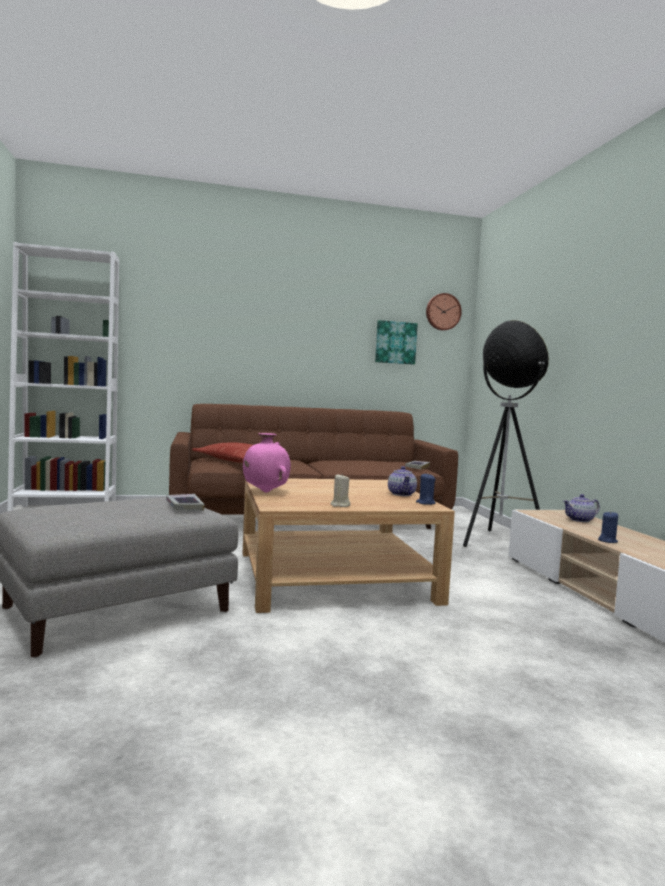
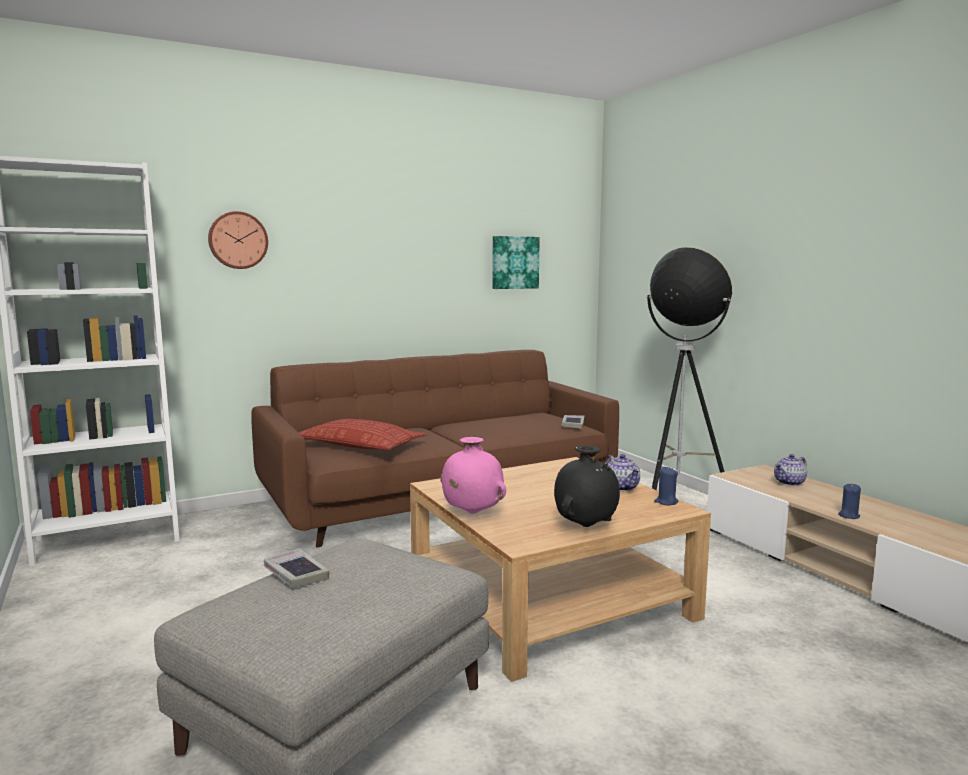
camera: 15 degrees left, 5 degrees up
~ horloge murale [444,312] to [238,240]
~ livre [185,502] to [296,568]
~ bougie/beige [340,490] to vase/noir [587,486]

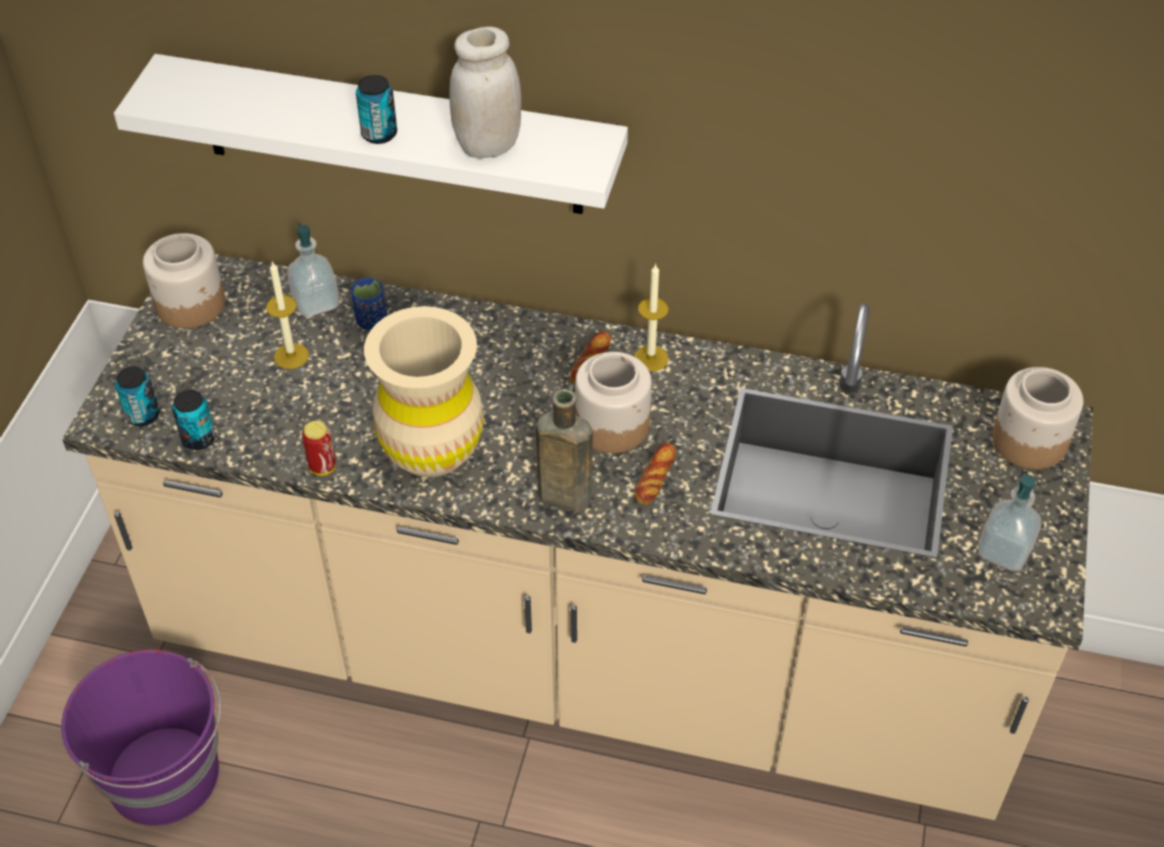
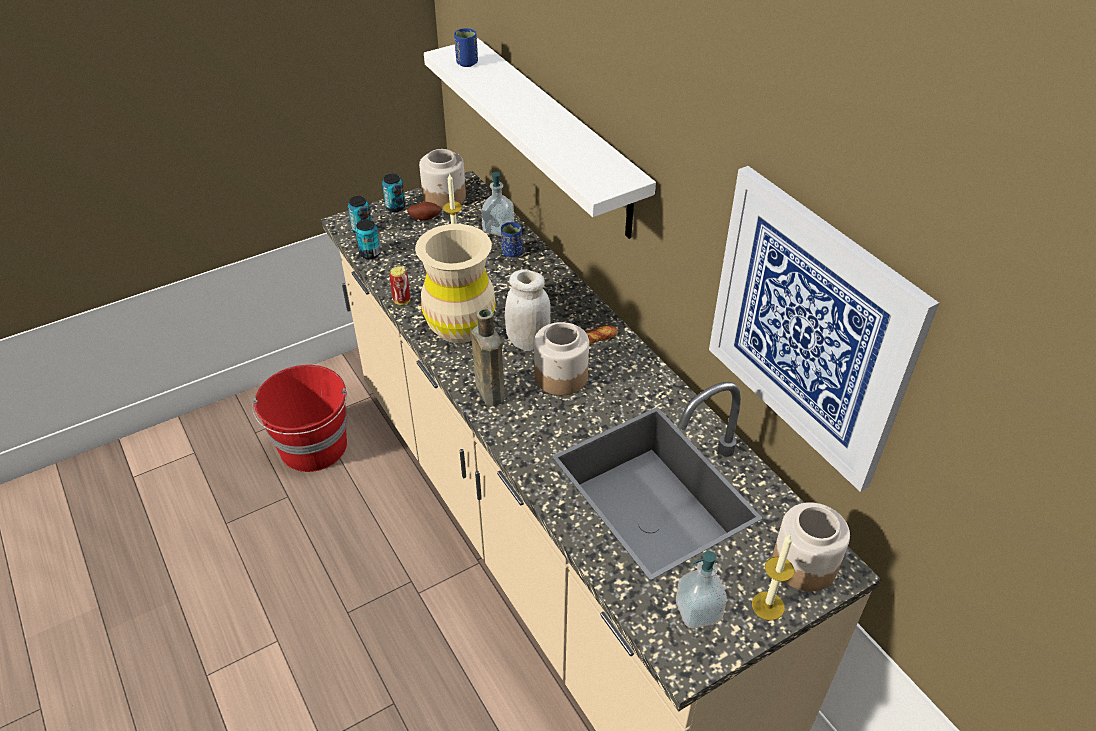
camera: 45 degrees right, 5 degrees down
~ seau/violet [141,737] to seau/rouge [299,418]
~ boîte métallique [376,109] to [394,193]
+ pomme de terre [424,211]
+ tasse/bleu [466,47]
~ bocal/blanc [485,92] to [528,310]
+ tableau [824,329]
~ bougie [651,317] to [773,578]
- pain [655,474]

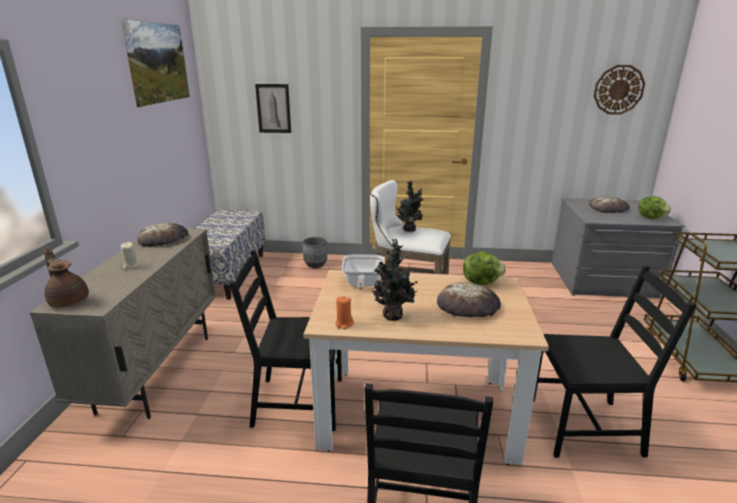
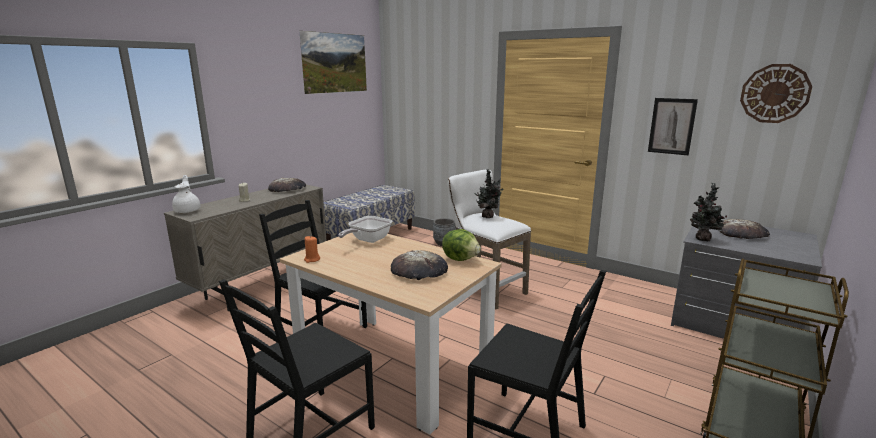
camera: 30 degrees right, 5 degrees down
~ théière/marron [66,277] to théière/blanc [186,194]
~ tableau [273,108] to [673,126]
~ plante en pot [394,280] to [708,212]
- laitue [654,207]

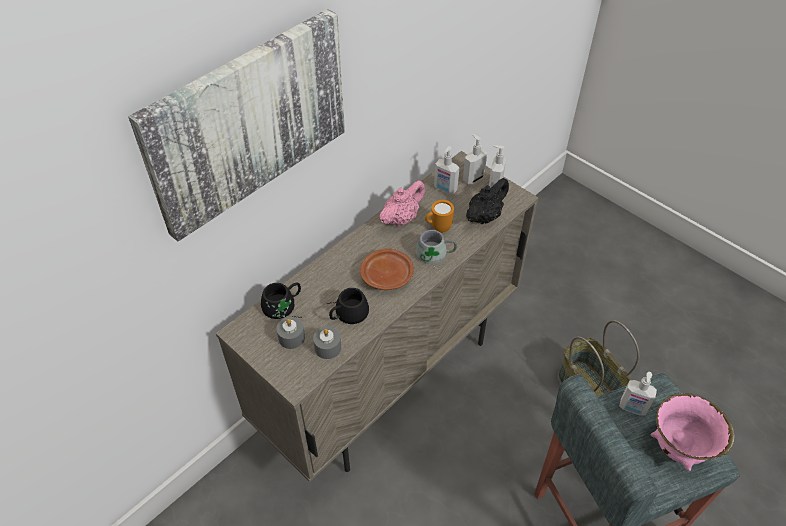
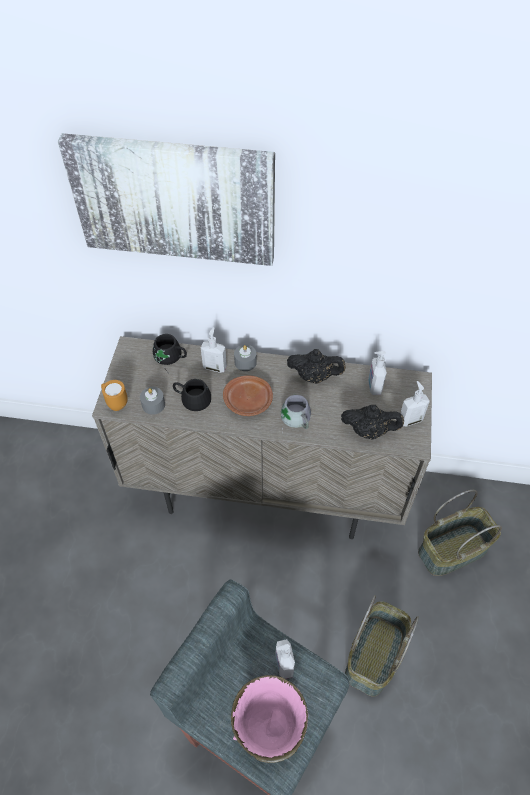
camera: 55 degrees right, 5 degrees up
~ mug/orange [439,216] to [114,395]
~ distributeur de savon [475,159] to [214,350]
~ bougie/gris [290,333] to [245,358]
~ théière/rose [402,203] to théière/noir [316,366]
+ panier [460,533]

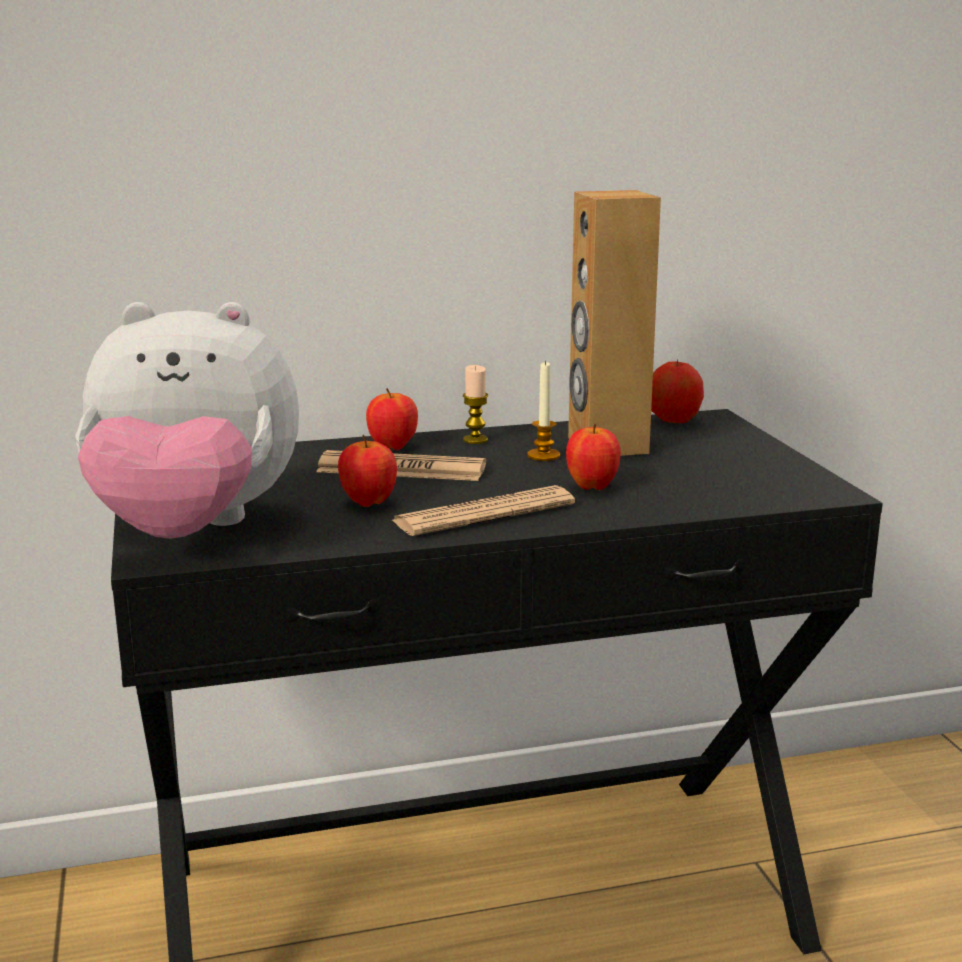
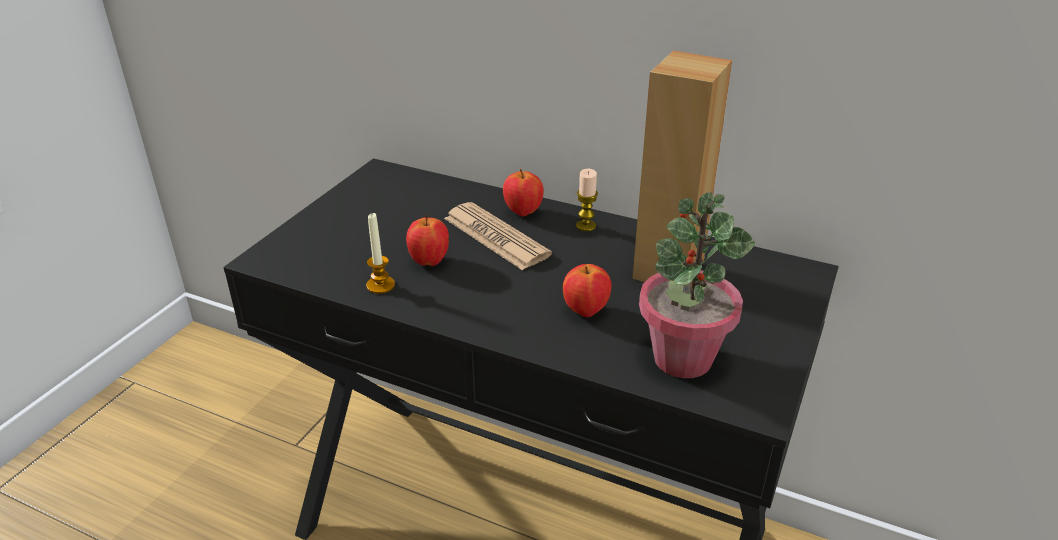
camera: 40 degrees right, 15 degrees up
~ bougie [543,410] to [380,253]
+ plante en pot [697,285]
- peluche [187,420]
- journal [483,510]
- pomme [677,391]

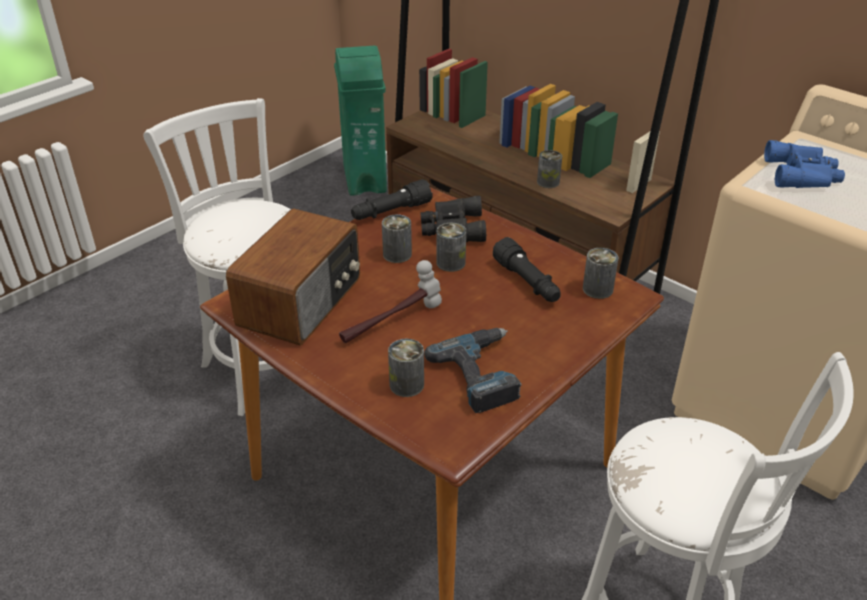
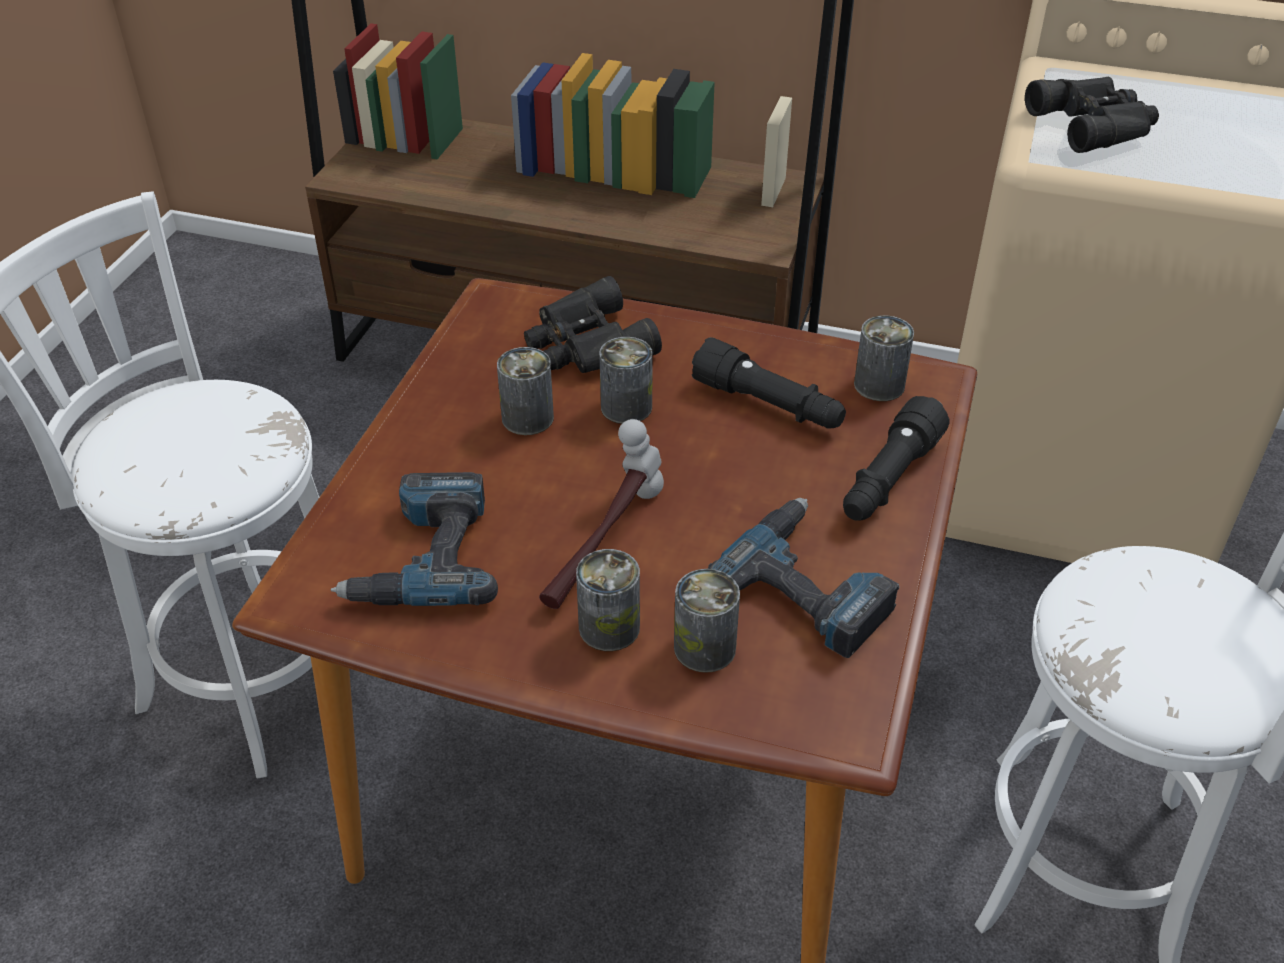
camera: 25 degrees left, 5 degrees up
~ radio [293,277] to perceuse [414,539]
~ boîte métallique [549,169] to [608,600]
~ lampe de poche/noir [392,199] to [896,458]
~ jumelles/bleu [804,164] to jumelles/noir [1092,115]
- poubelle/vert [360,121]

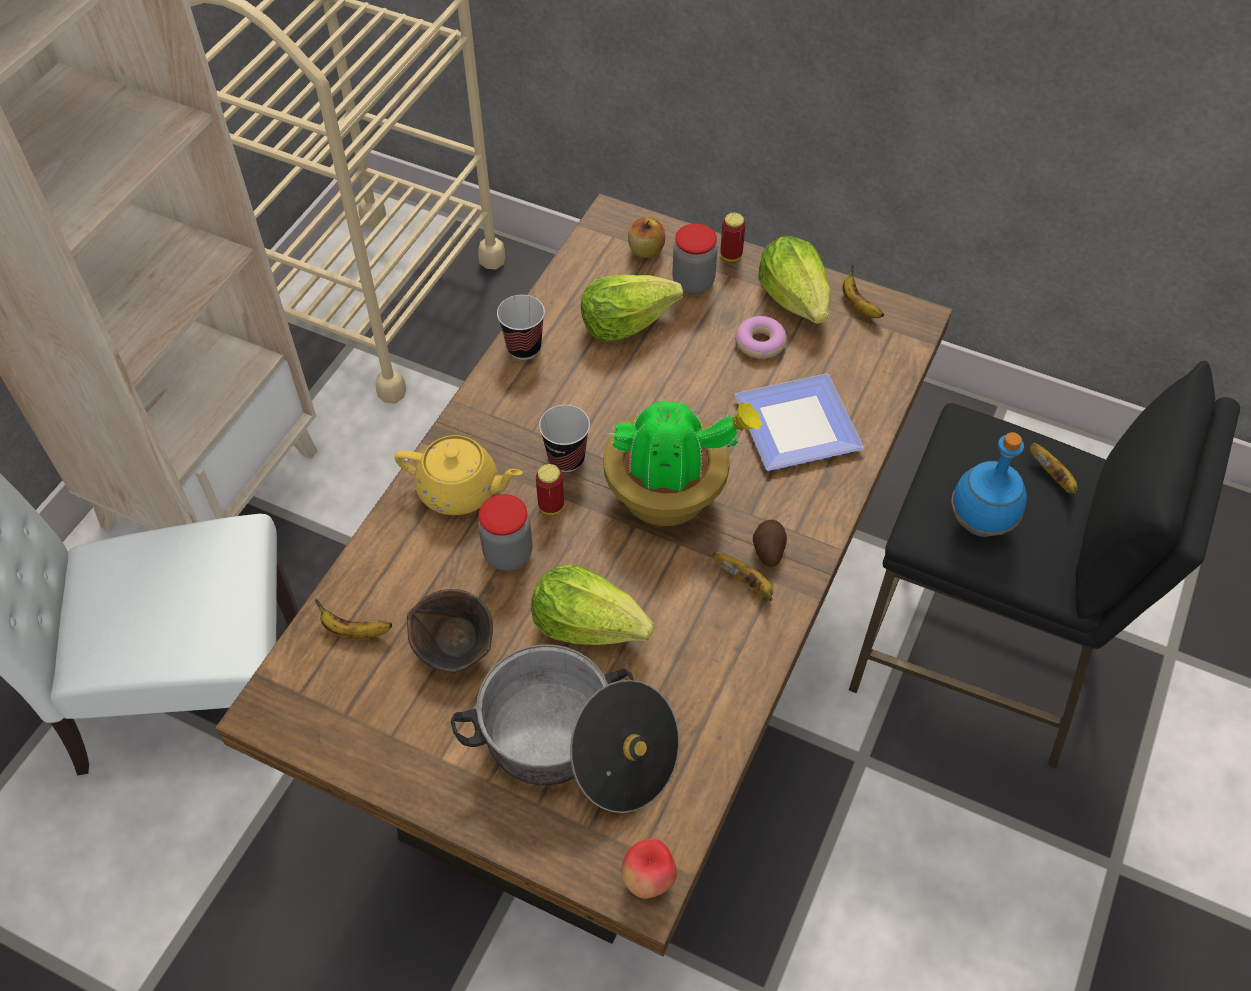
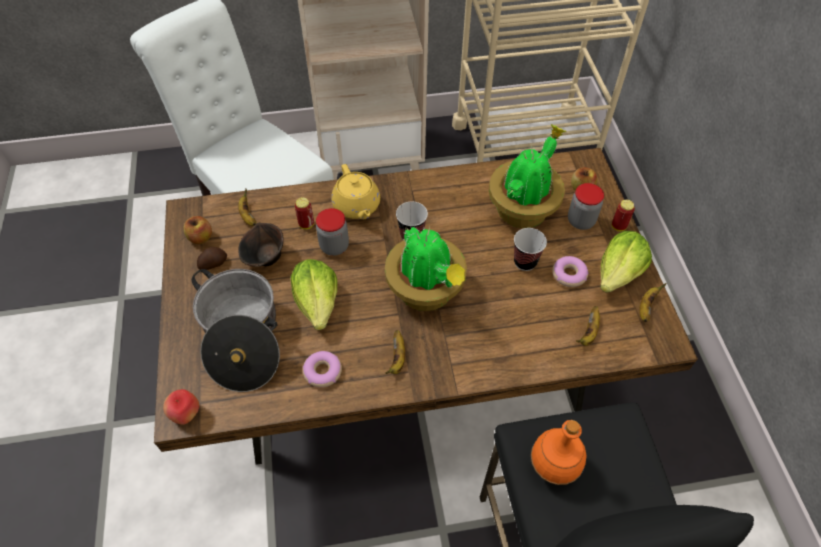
camera: 55 degrees right, 0 degrees up
+ pomme [197,230]
~ pomme de terre [770,543] to [212,258]
~ boîte métallique [550,489] to [304,213]
+ beignet [322,369]
~ laitue [632,308] to plante en pot [528,176]
~ tasse [521,327] to [530,249]
~ bouteille/bleu [989,484] to bouteille/orange [559,452]
~ banane [1053,469] to [588,326]
- assiette [799,422]

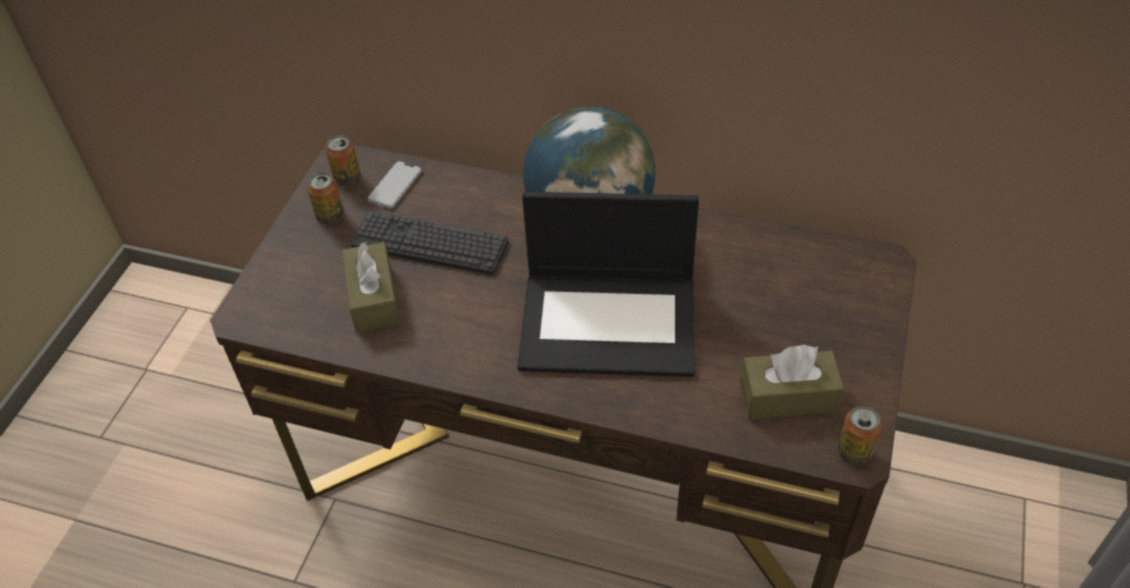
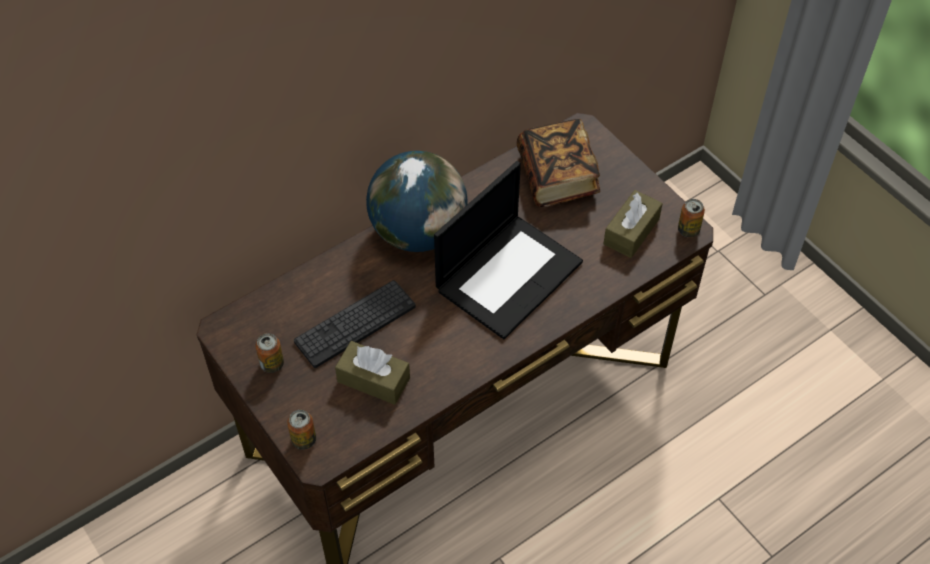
camera: 55 degrees left, 5 degrees up
~ boîte métallique [343,160] to [301,430]
+ livre [558,163]
- téléphone [394,185]

